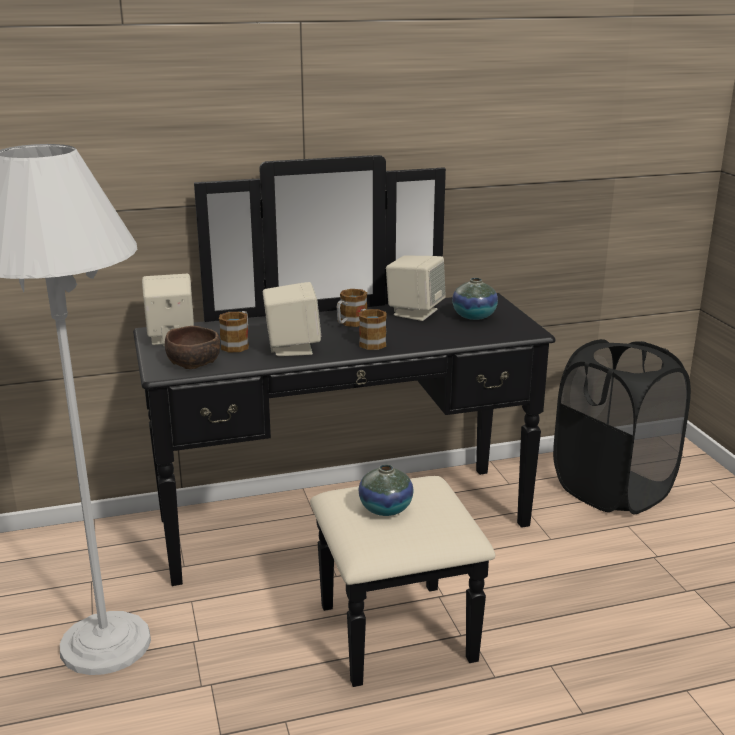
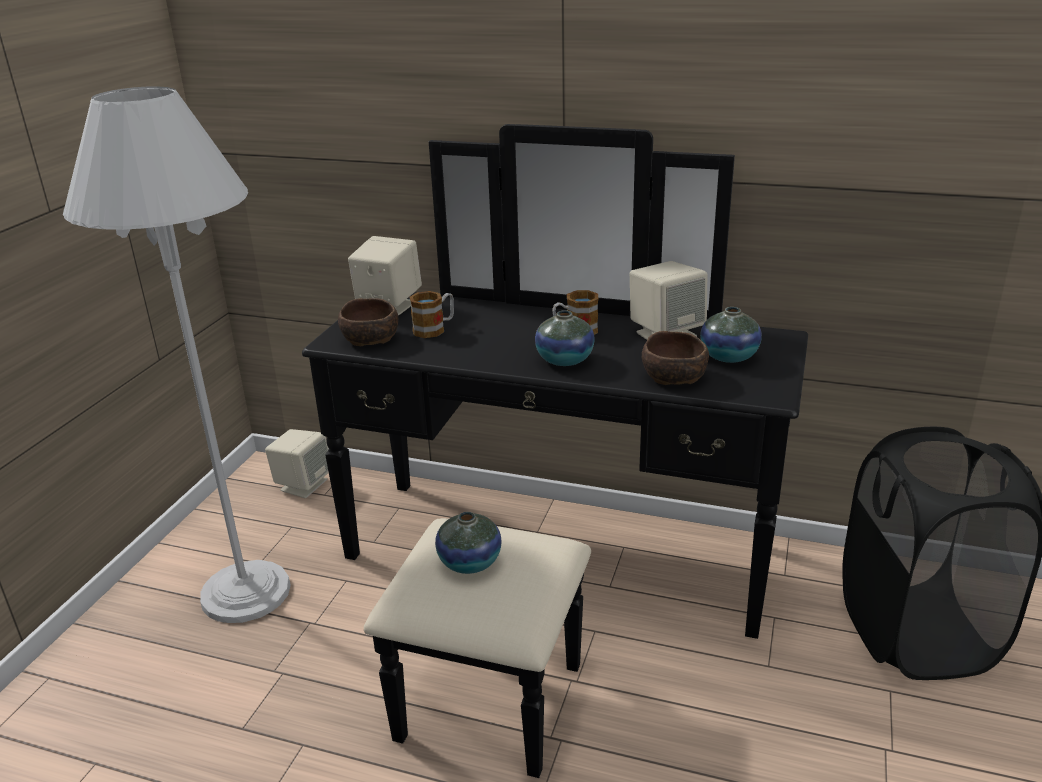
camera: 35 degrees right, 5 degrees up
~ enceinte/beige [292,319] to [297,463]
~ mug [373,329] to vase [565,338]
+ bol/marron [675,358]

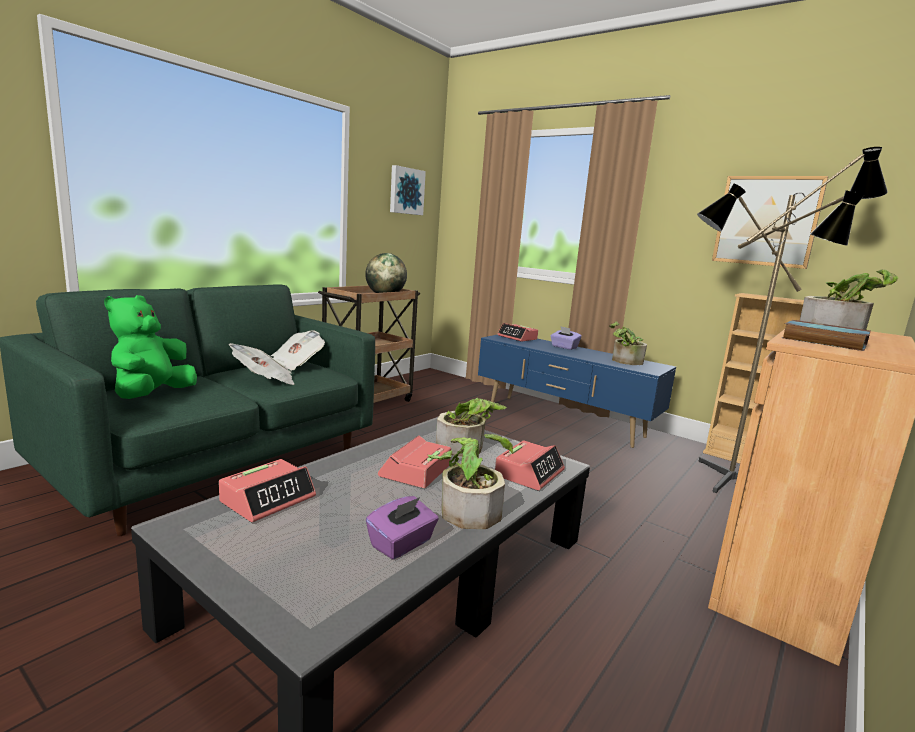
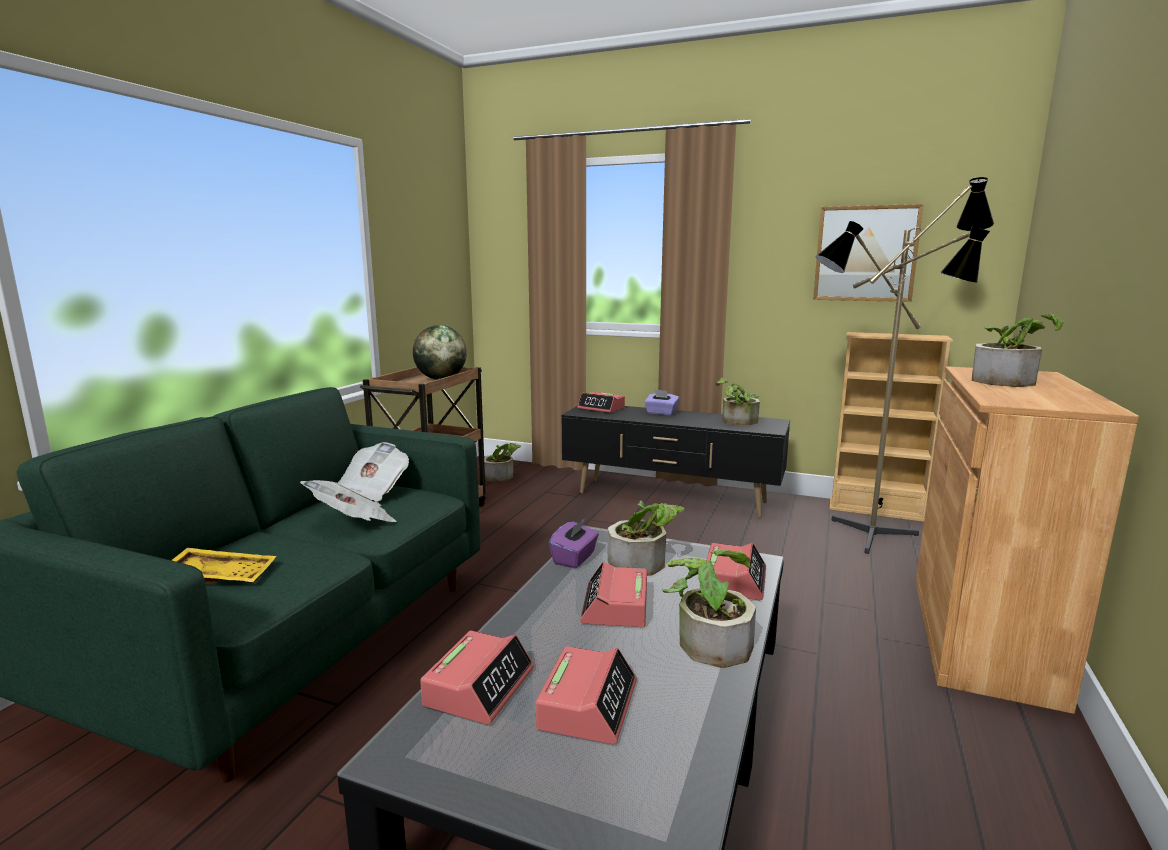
camera: 15 degrees left, 0 degrees up
~ peluche/vert [150,347] to plateau/jaune [224,566]
+ plante en pot [502,462]
+ réveil [586,695]
~ boîte à mouchoirs/violet [402,528] to [574,543]
~ meuble télé/bleu [577,391] to meuble télé/noir [676,462]
- tableau [408,190]
- livre [826,335]

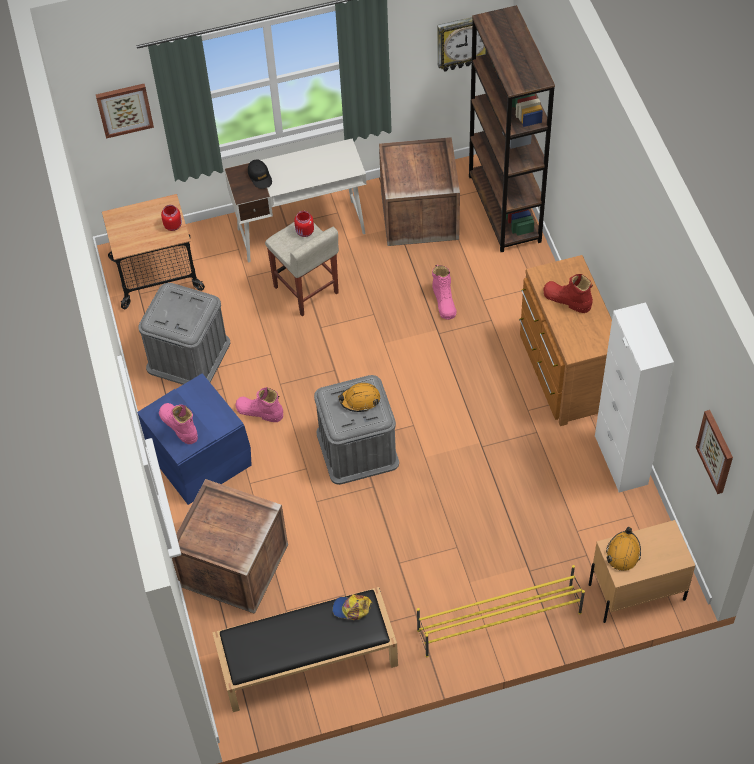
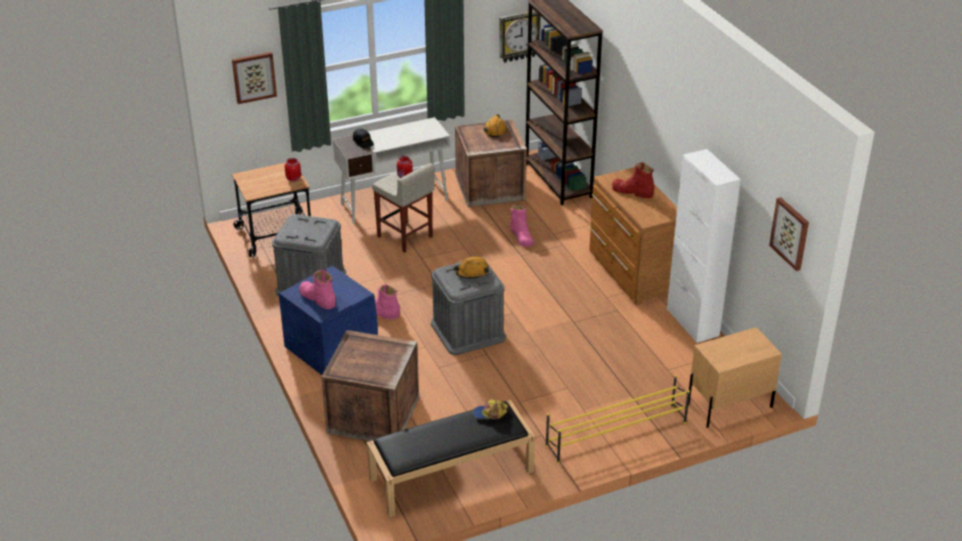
camera: 10 degrees left, 20 degrees down
~ casque de chantier/orange [623,549] to [495,125]

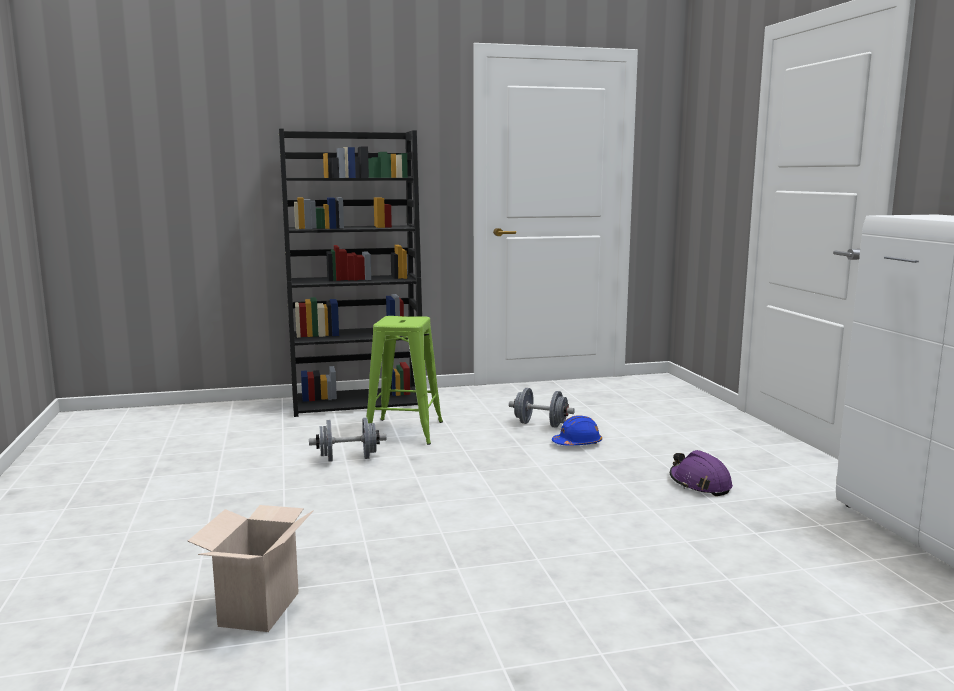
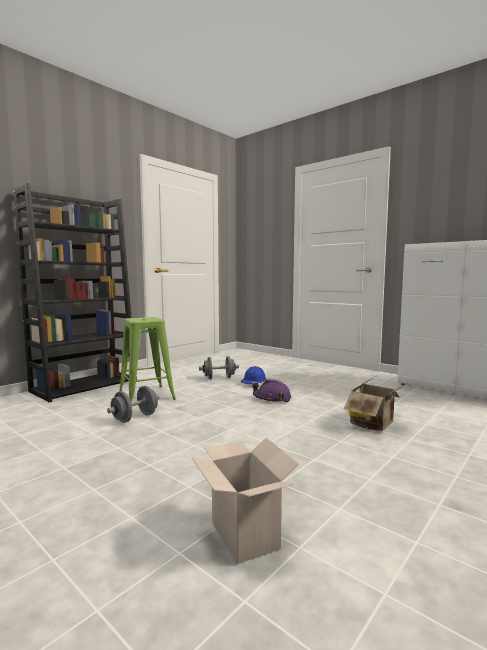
camera: 35 degrees left, 5 degrees down
~ casque de chantier/violet [701,473] to [271,391]
+ carton [376,403]

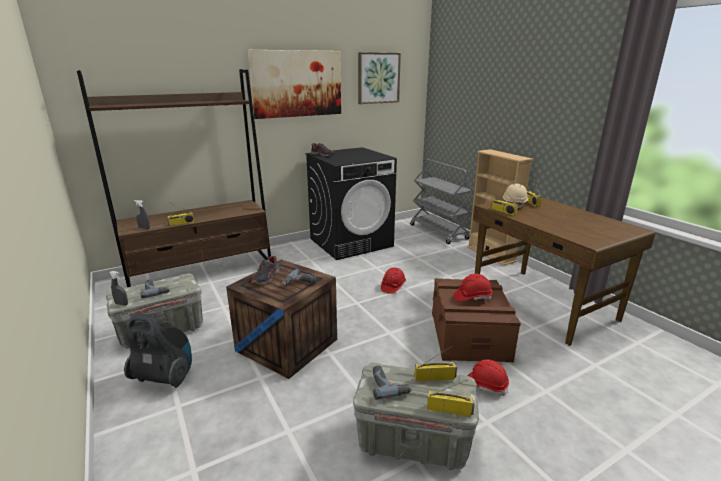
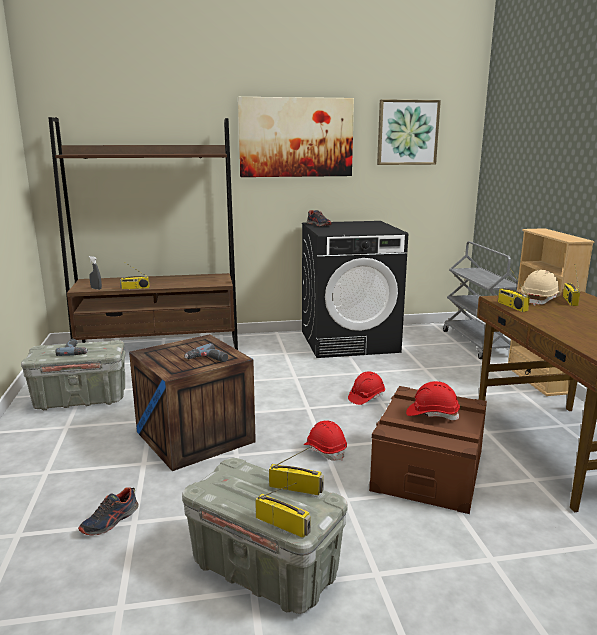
camera: 20 degrees right, 5 degrees down
~ chaussure [265,270] to [108,511]
~ casque de chantier/rouge [488,377] to [325,441]
- vaporisateur/gris [119,288]
- aspirateur [158,350]
- perceuse [392,382]

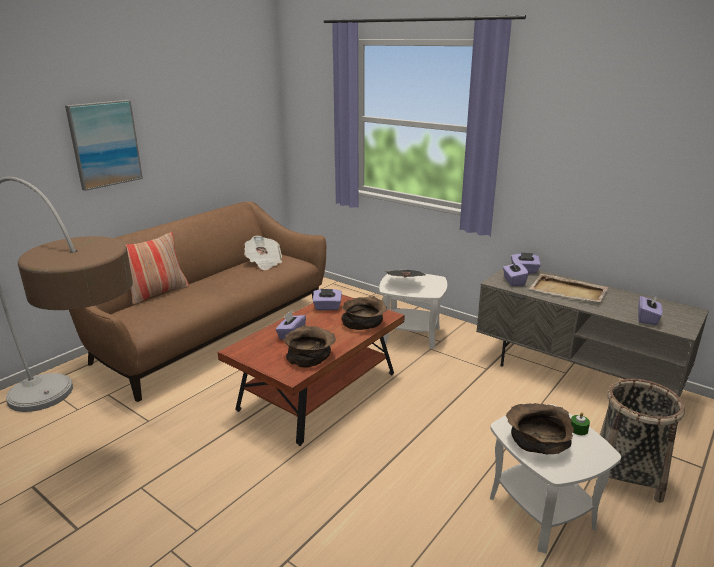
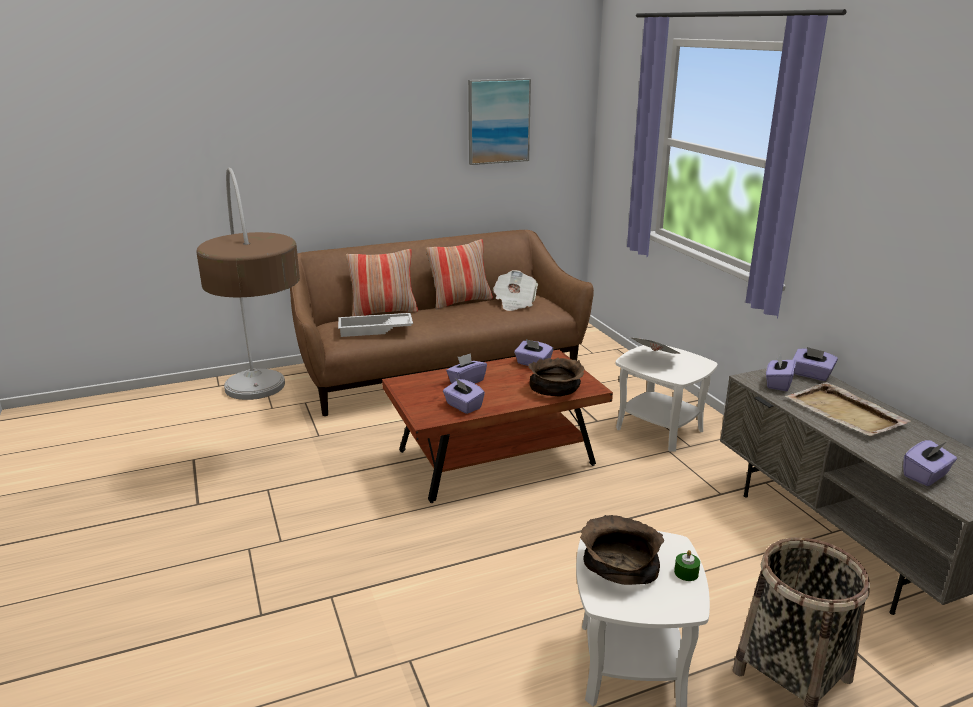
camera: 30 degrees right, 0 degrees up
+ plateau/blanc [375,325]
+ coussin [459,274]
~ bol/marron [309,346] to boîte à mouchoirs/violet [464,396]
~ tableau [104,145] to [499,121]

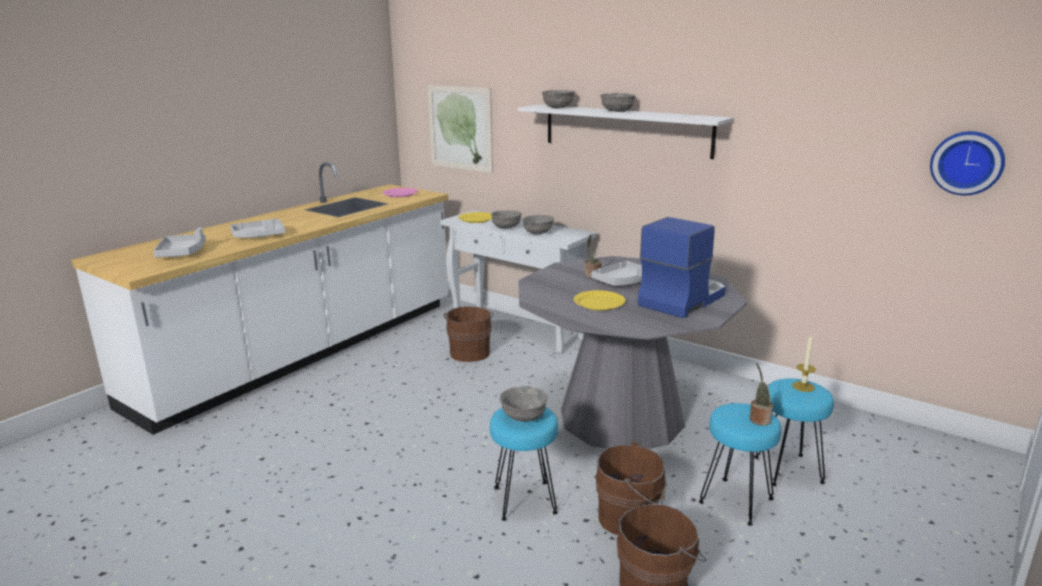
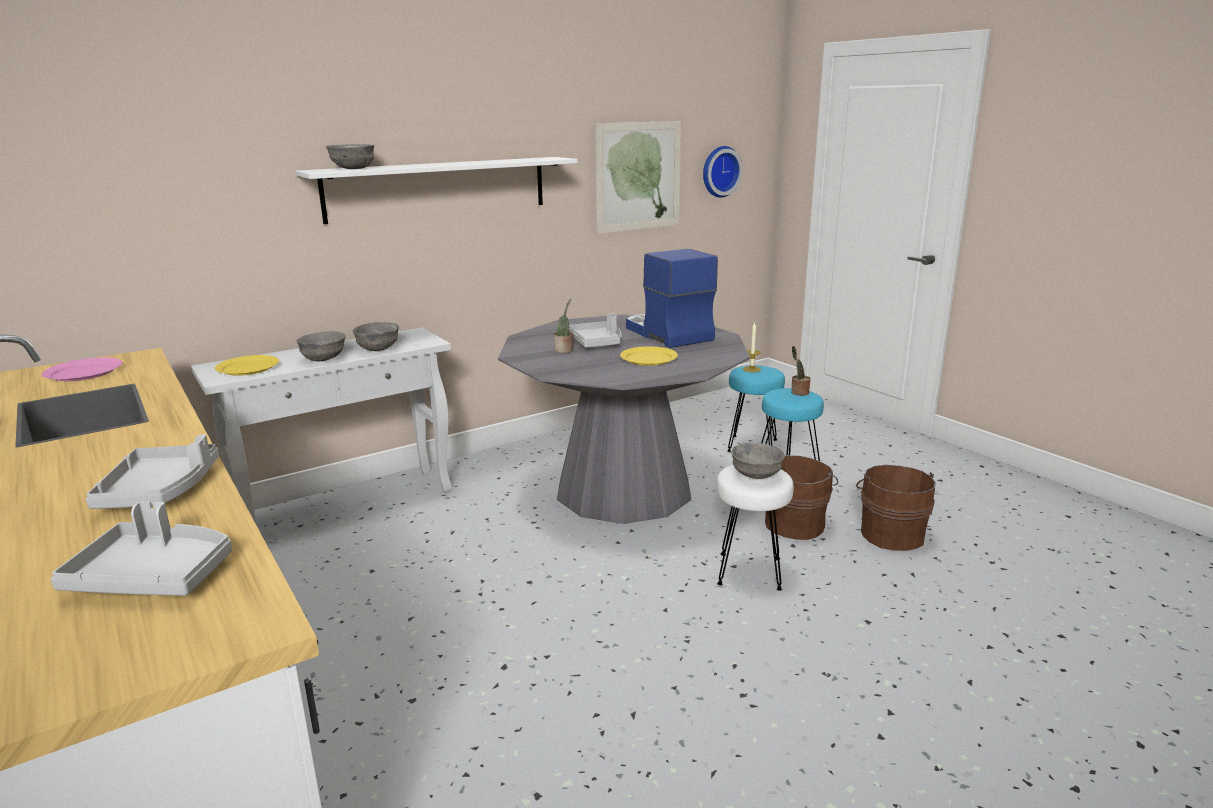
camera: 70 degrees left, 0 degrees up
~ tableau [460,129] to [638,177]
~ tabouret/turquoise [524,464] to tabouret/blanc [755,528]
- seau/marron [468,334]
- bol/gris [617,102]

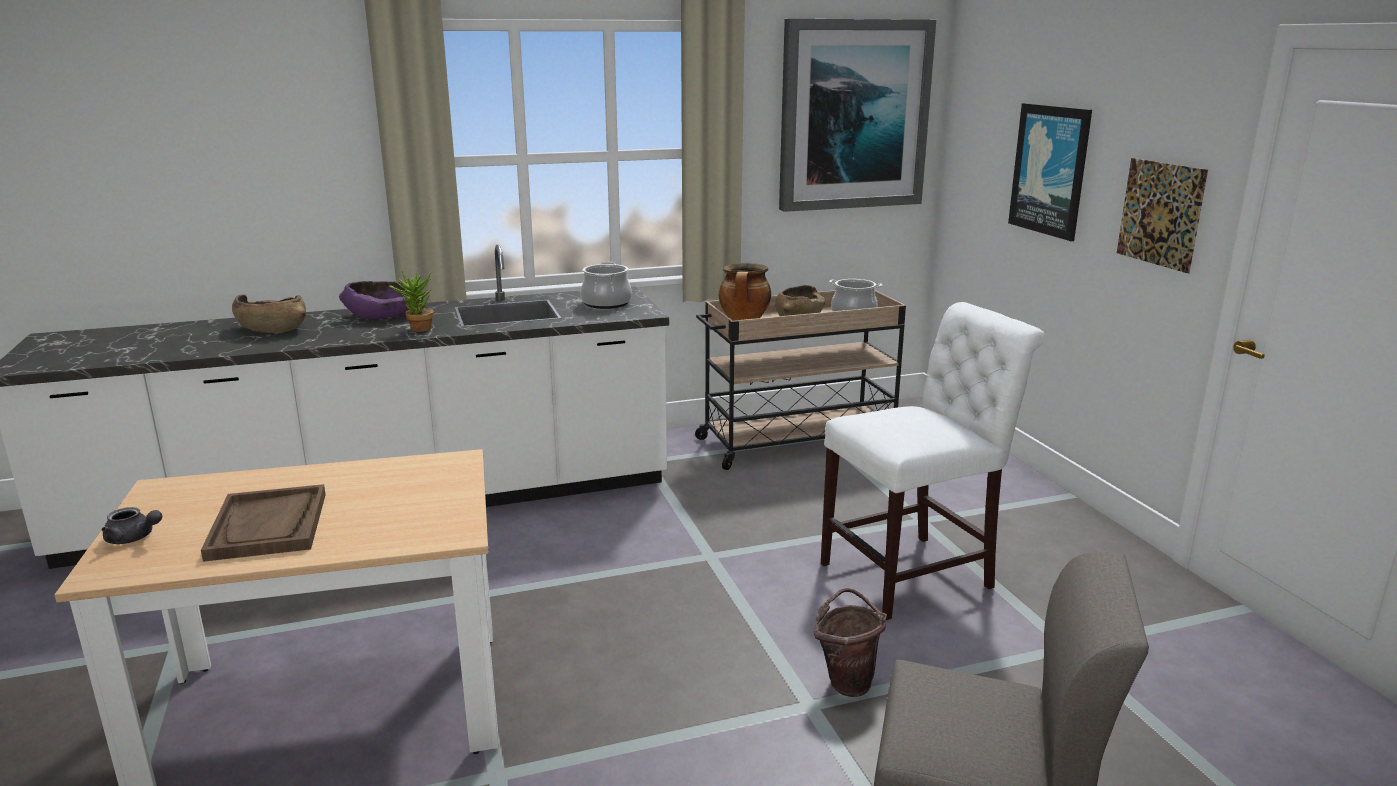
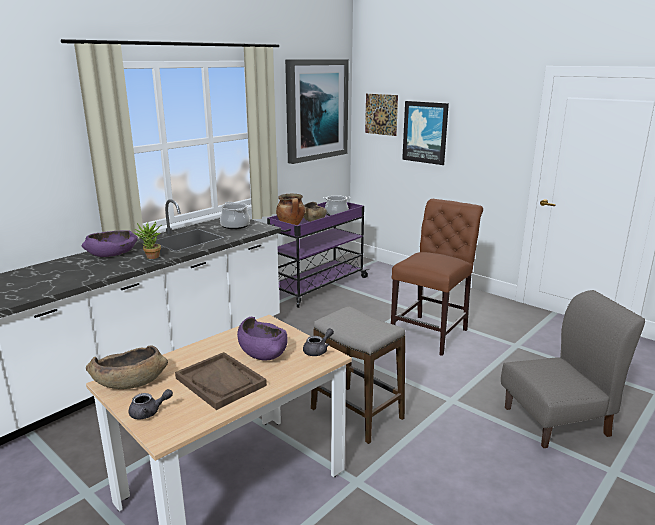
camera: 30 degrees left, 0 degrees up
~ bol/marron [269,313] to [127,367]
+ bol/violet [262,339]
~ chariot/beige [800,380] to chariot/violet [318,255]
+ théière/gris [318,342]
+ tabouret [358,375]
~ tableau [1162,215] to [381,115]
~ chaise/blanc [933,461] to chaise/marron [437,277]
- seau/marron [850,642]

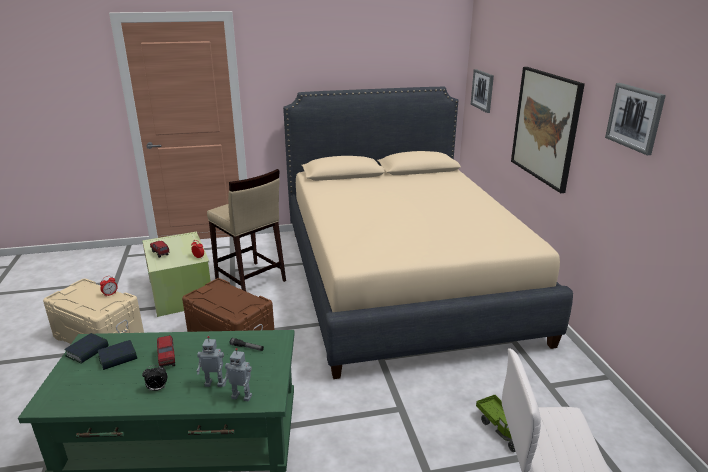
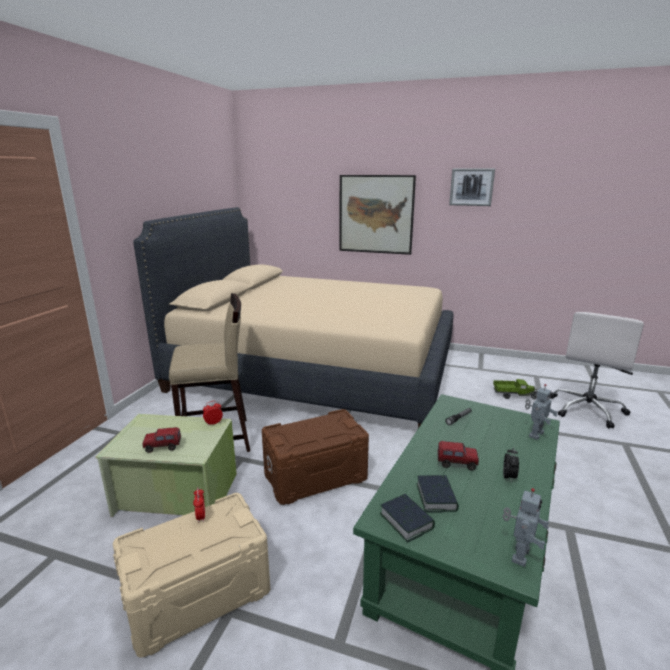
camera: 60 degrees left, 5 degrees down
~ robot jouet [210,361] to [526,527]
- tableau [482,91]

